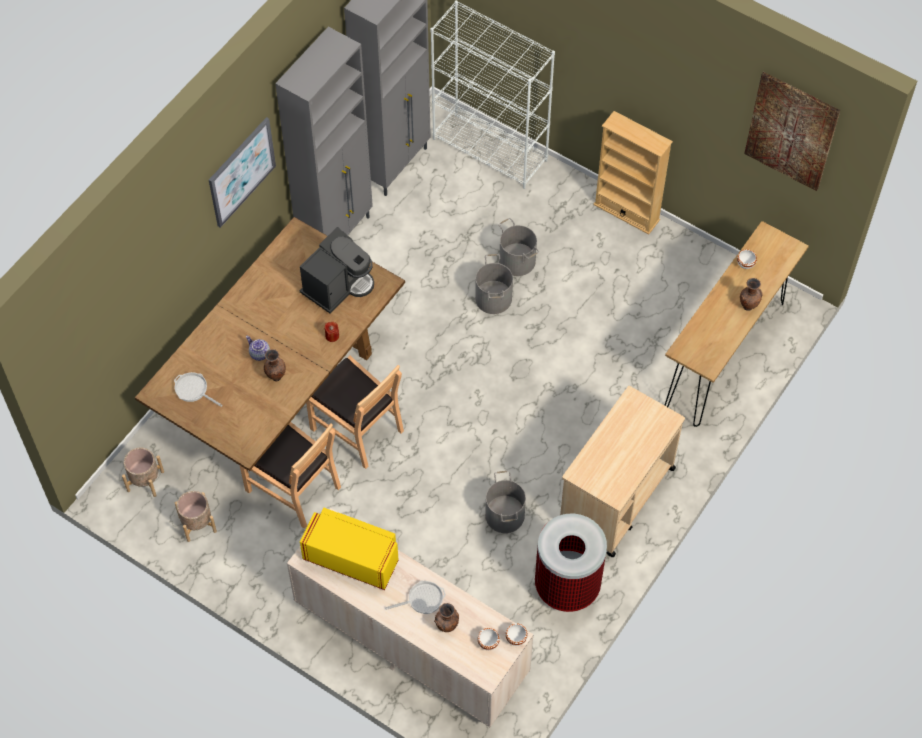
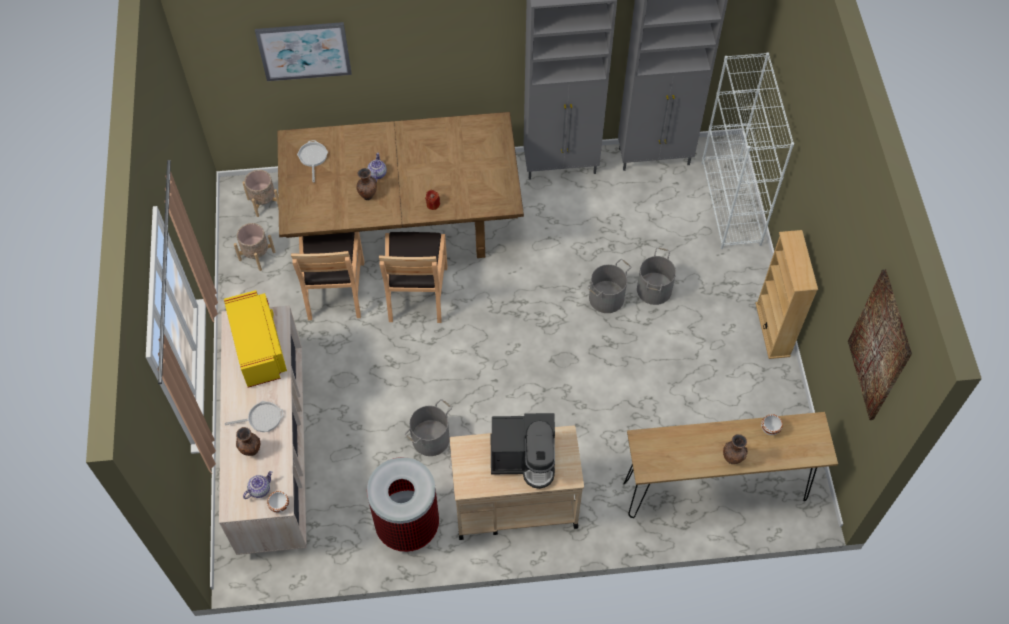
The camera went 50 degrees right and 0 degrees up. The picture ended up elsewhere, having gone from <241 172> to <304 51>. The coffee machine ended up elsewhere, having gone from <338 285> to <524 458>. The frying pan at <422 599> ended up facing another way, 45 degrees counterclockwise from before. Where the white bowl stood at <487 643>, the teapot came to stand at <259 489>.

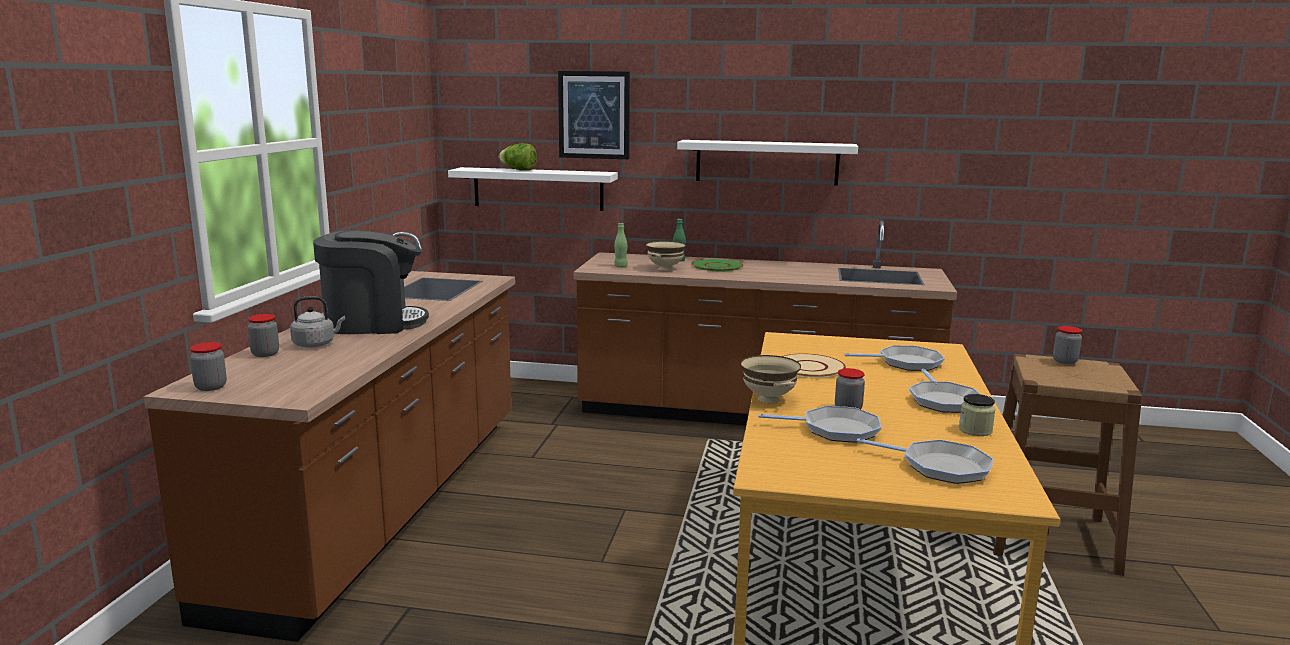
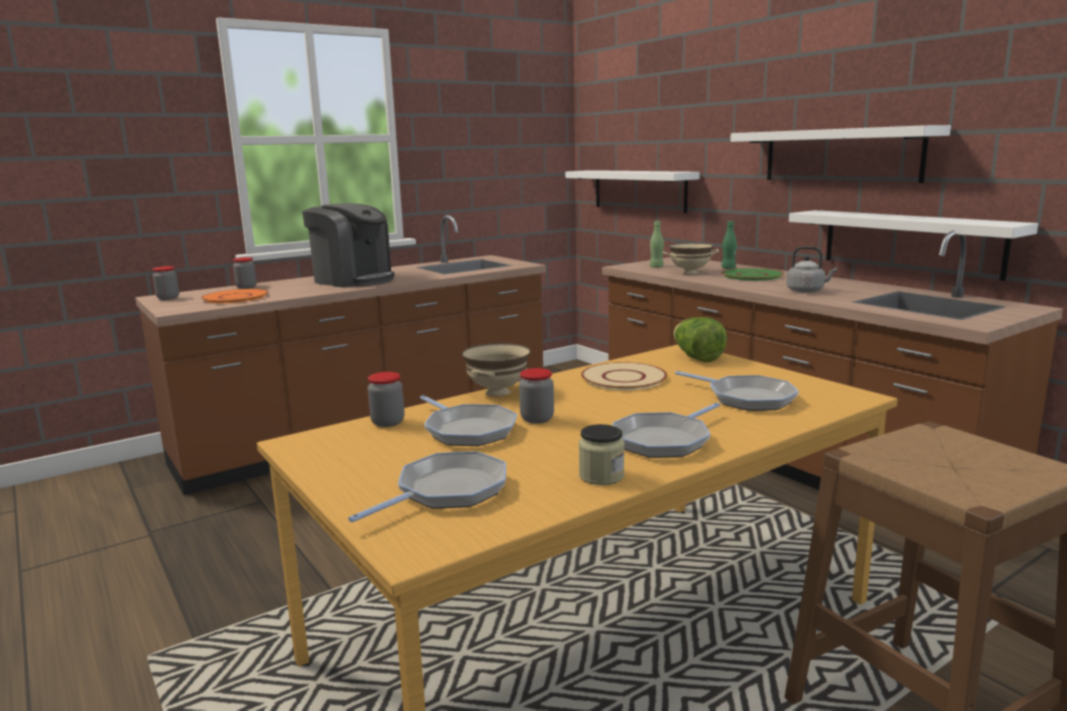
The camera went 45 degrees right and 0 degrees up. The grey kettle ended up elsewhere, having gone from <316 344> to <807 291>. The lettuce ended up elsewhere, having gone from <518 170> to <697 358>. The second view lost the picture at <594 115>. The frying pan at <940 467> ended up facing another way, 120 degrees counterclockwise from before. The jar ended up elsewhere, having gone from <1065 361> to <388 422>. The second view gained the orange plate at <235 297>. The second view gained the white shelf at <910 242>.

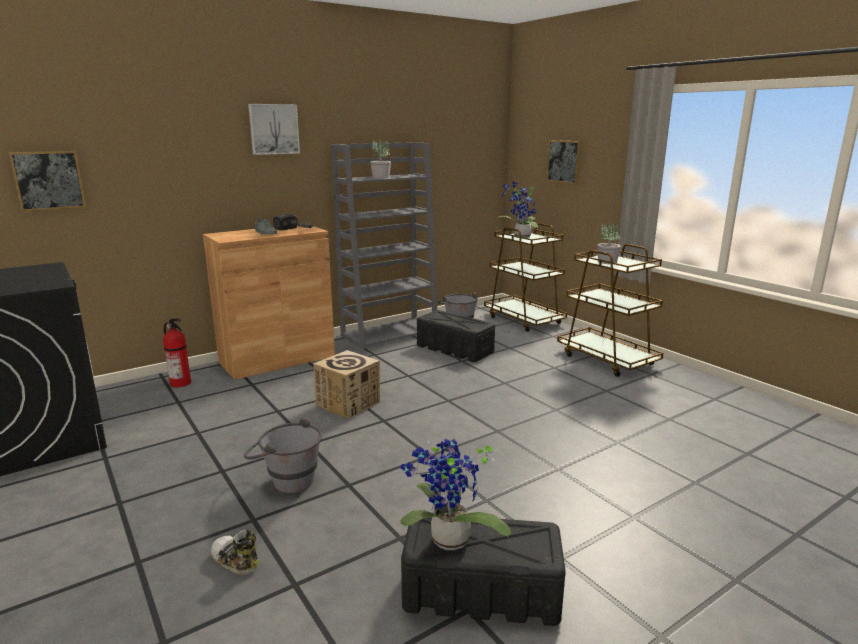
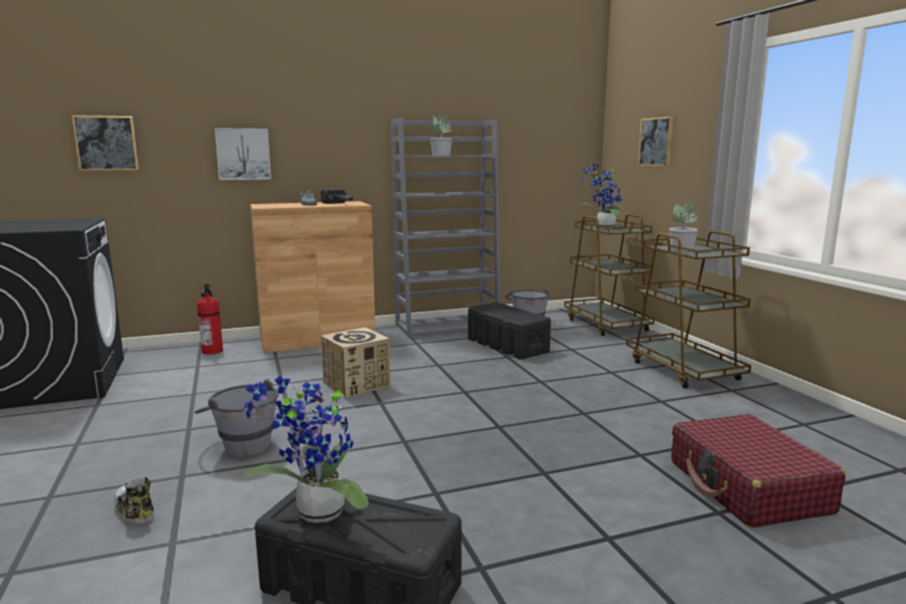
The camera went 15 degrees right and 5 degrees down. The picture ended up elsewhere, having gone from <273 129> to <243 154>. The second view gained the red suitcase at <748 487>.

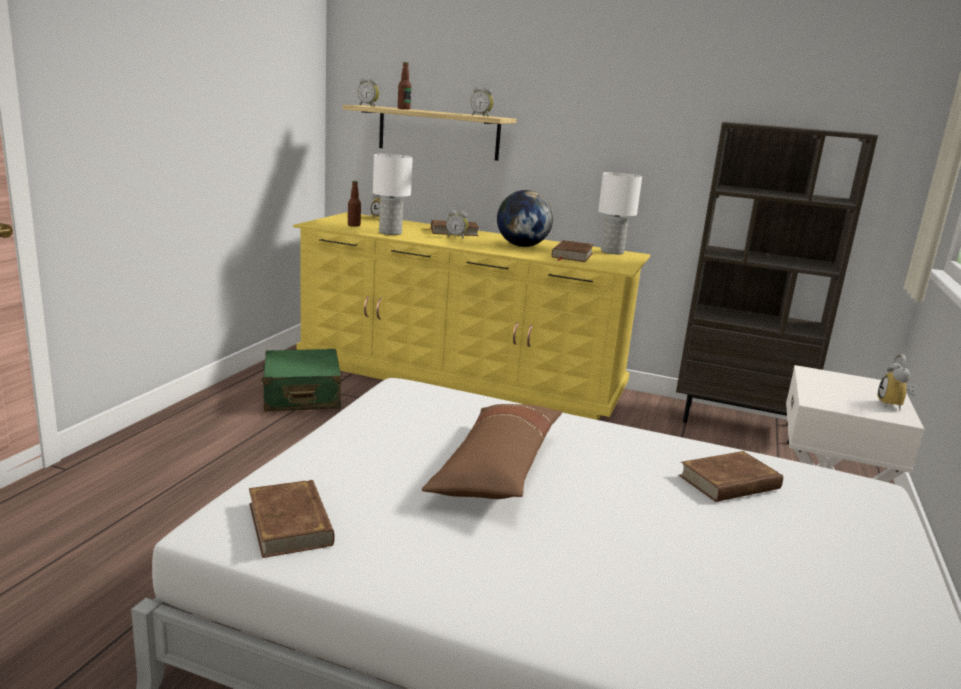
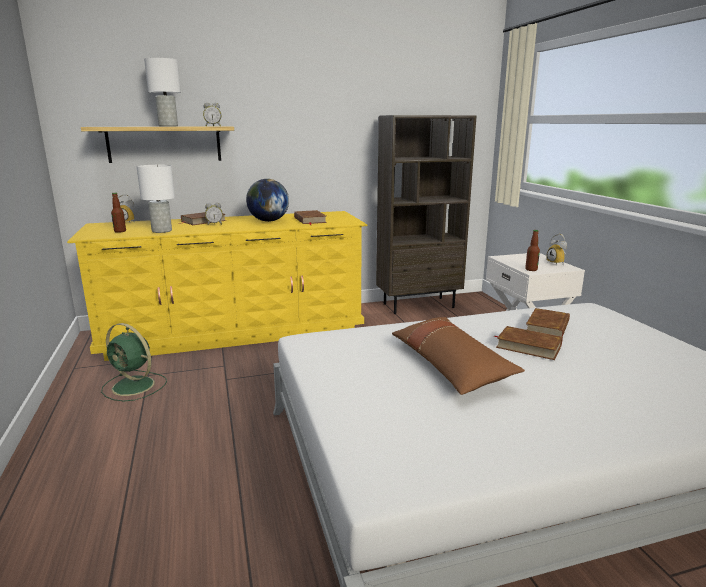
The camera went 35 degrees left and 0 degrees up. The brown book ended up elsewhere, having gone from <290 523> to <528 346>. Where the green suitcase stood at <302 396>, the green fan came to stand at <134 386>. The second view lost the alarm clock at <368 106>. The bottle ended up elsewhere, having gone from <403 109> to <531 269>. The white table lamp ended up elsewhere, having gone from <612 251> to <168 126>.

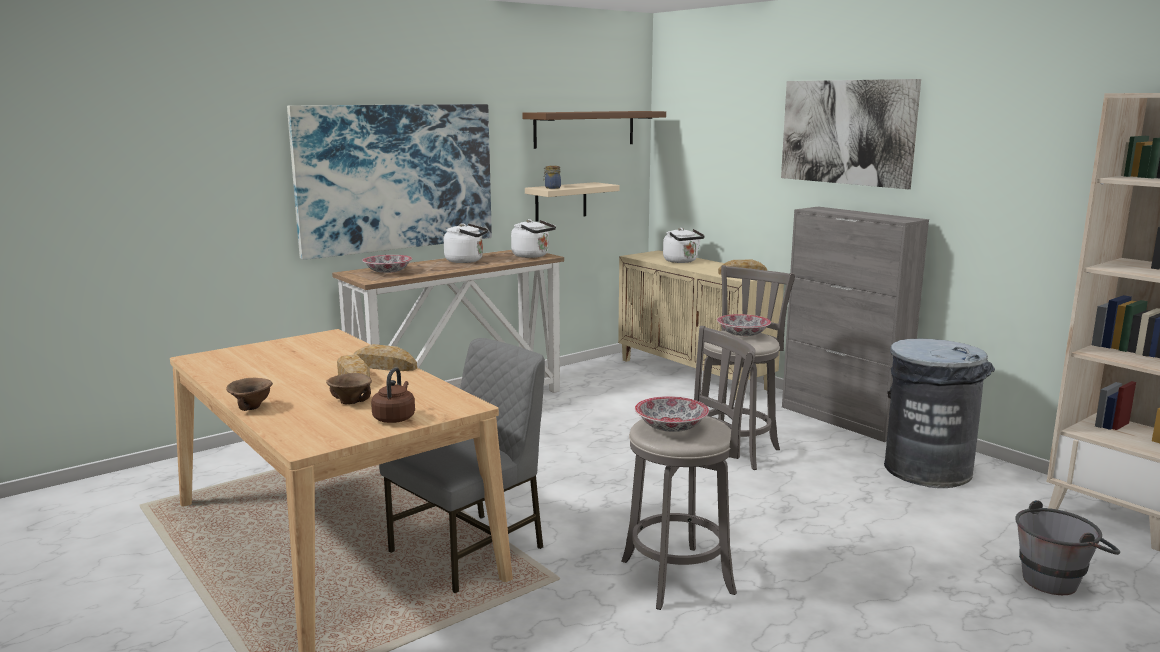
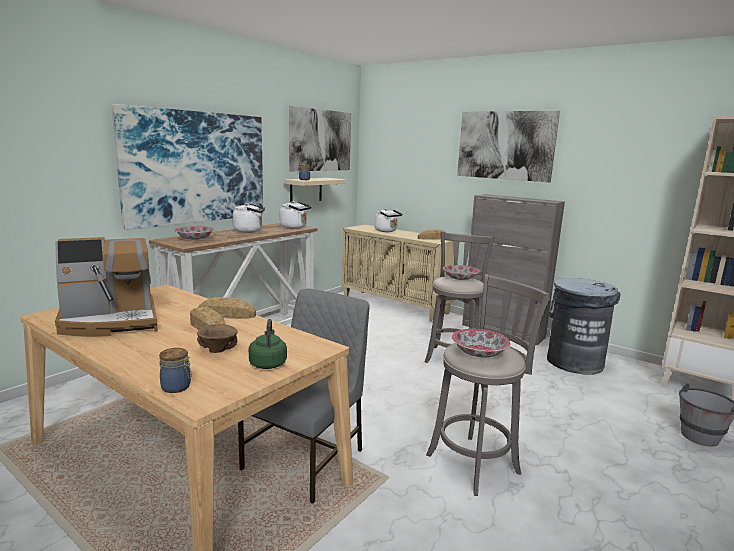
The camera went 15 degrees left and 0 degrees up. The second view lost the brown bowl at <252 407>. What was the brown kettle at <395 418> turned into the green kettle at <268 363>. Where the brown shelf hung at <585 129>, the picture came to hang at <321 140>. The second view gained the coffee machine at <111 322>. The second view gained the jar at <177 387>.

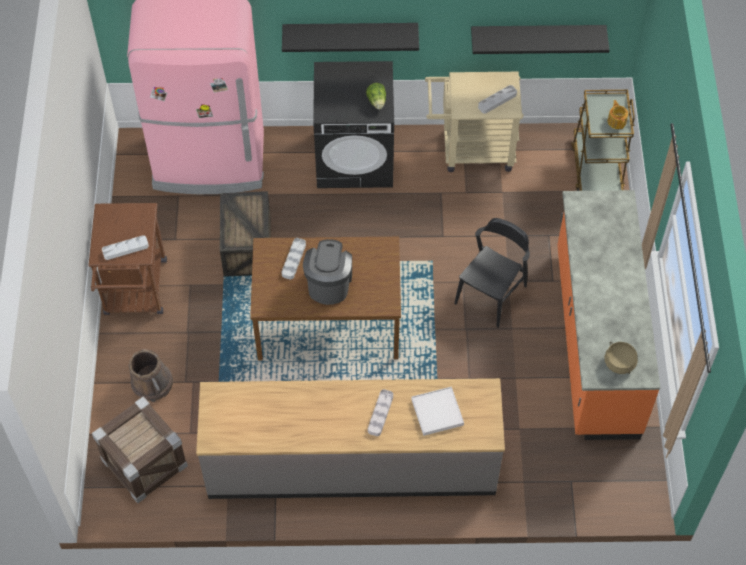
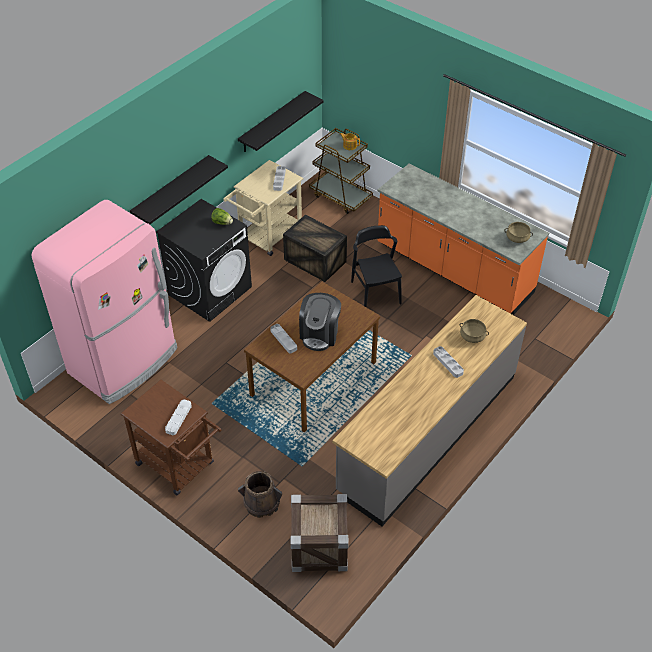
The camera went 50 degrees left and 10 degrees down. The crate ended up elsewhere, having gone from <247 248> to <316 261>. The coffee machine at <329 283> ended up facing another way, 120 degrees counterclockwise from before. Where the white tray stood at <437 412>, the beige cooking pot came to stand at <472 336>.

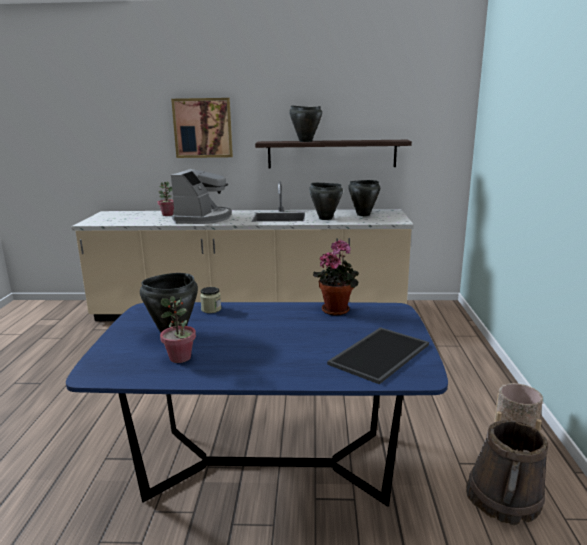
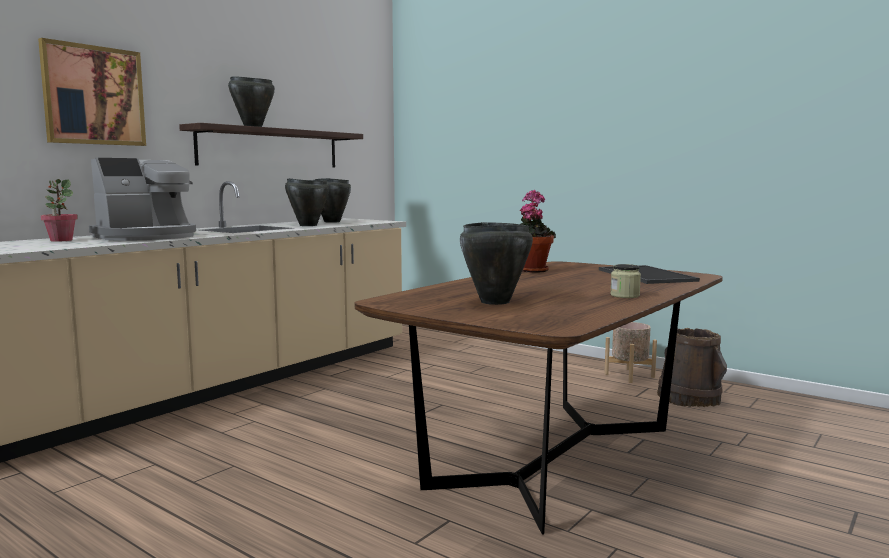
The camera went 55 degrees left and 10 degrees down. What was the blue dining table at <268 465> turned into the brown dining table at <554 457>. The second view lost the potted plant at <180 358>. The coffee machine at <203 218> ended up facing another way, 90 degrees clockwise from before. The jar ended up elsewhere, having gone from <211 309> to <625 295>.

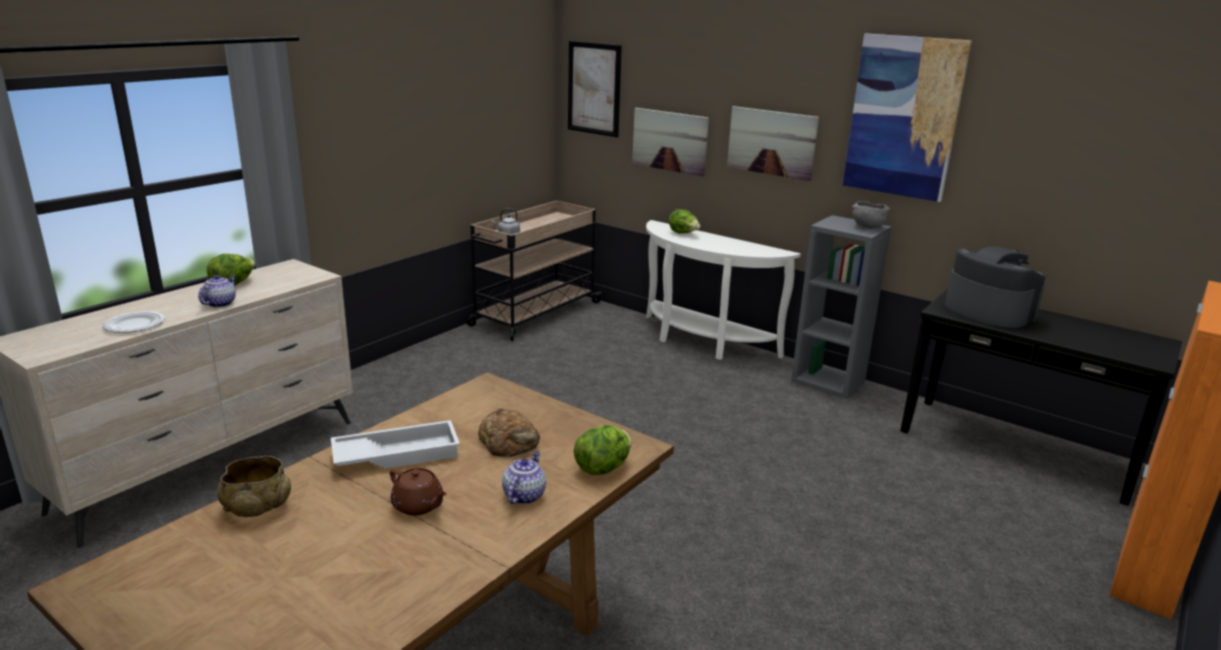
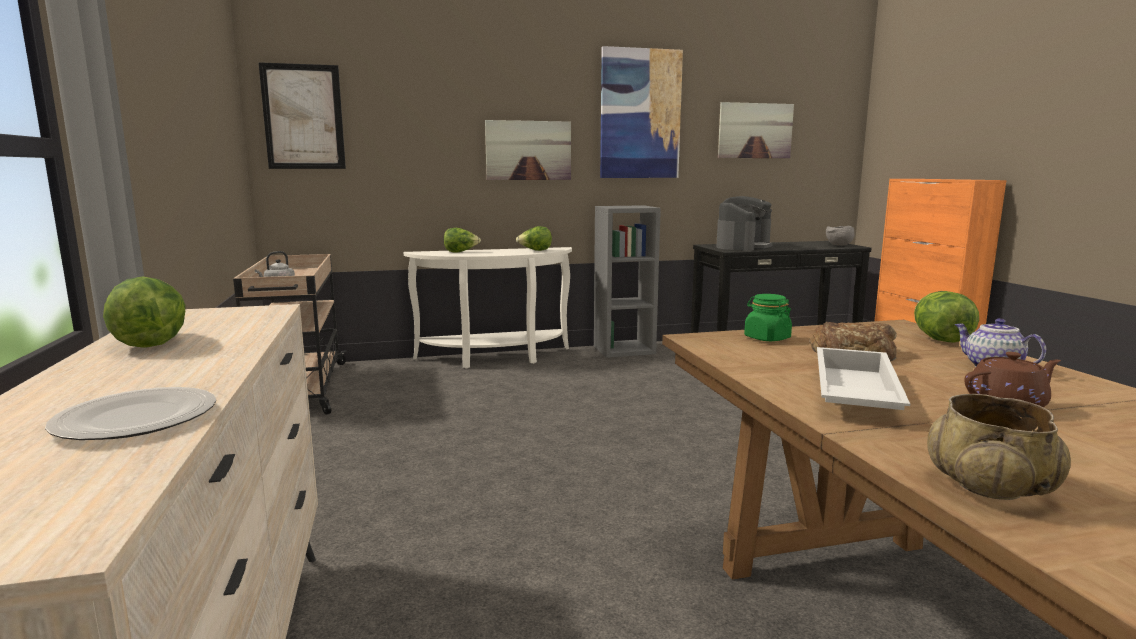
The camera went 50 degrees left and 10 degrees down. The second view lost the teapot at <220 303>. The picture ended up elsewhere, having gone from <669 141> to <755 130>. The grey bowl ended up elsewhere, having gone from <867 227> to <838 245>. The coffee machine at <988 311> ended up facing another way, 120 degrees clockwise from before. The second view gained the lettuce at <535 250>. The second view gained the green jar at <766 338>.

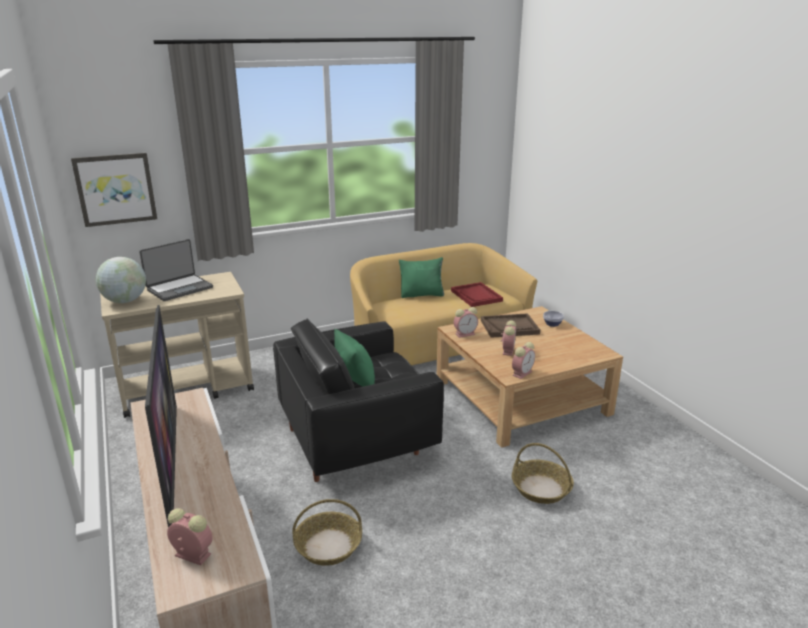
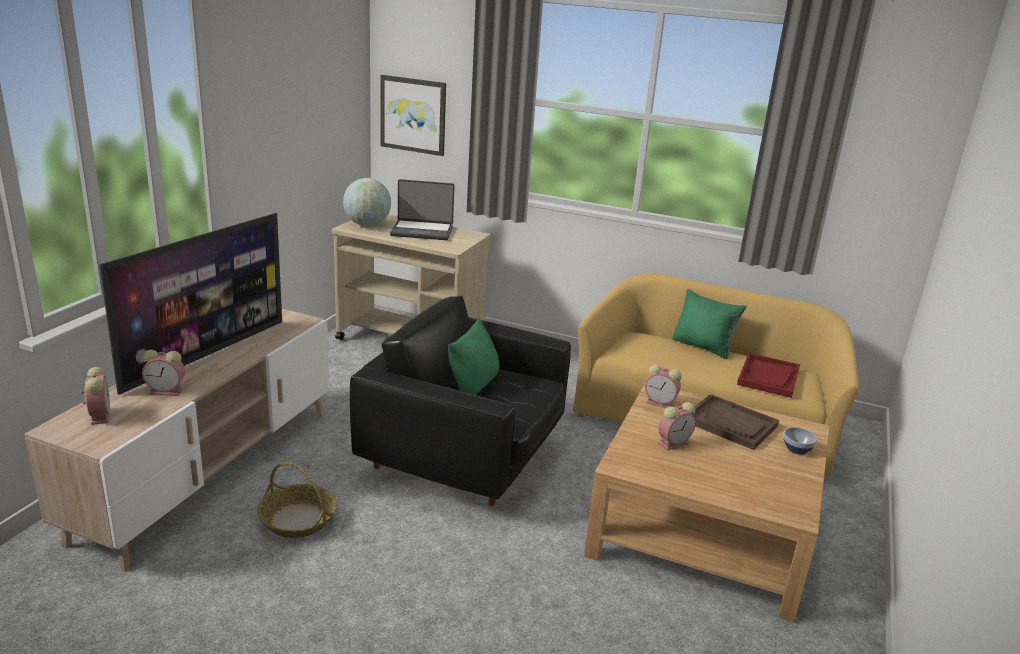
The camera went 45 degrees right and 0 degrees up. The alarm clock ended up elsewhere, having gone from <522 373> to <167 391>. The second view lost the basket at <541 488>.

